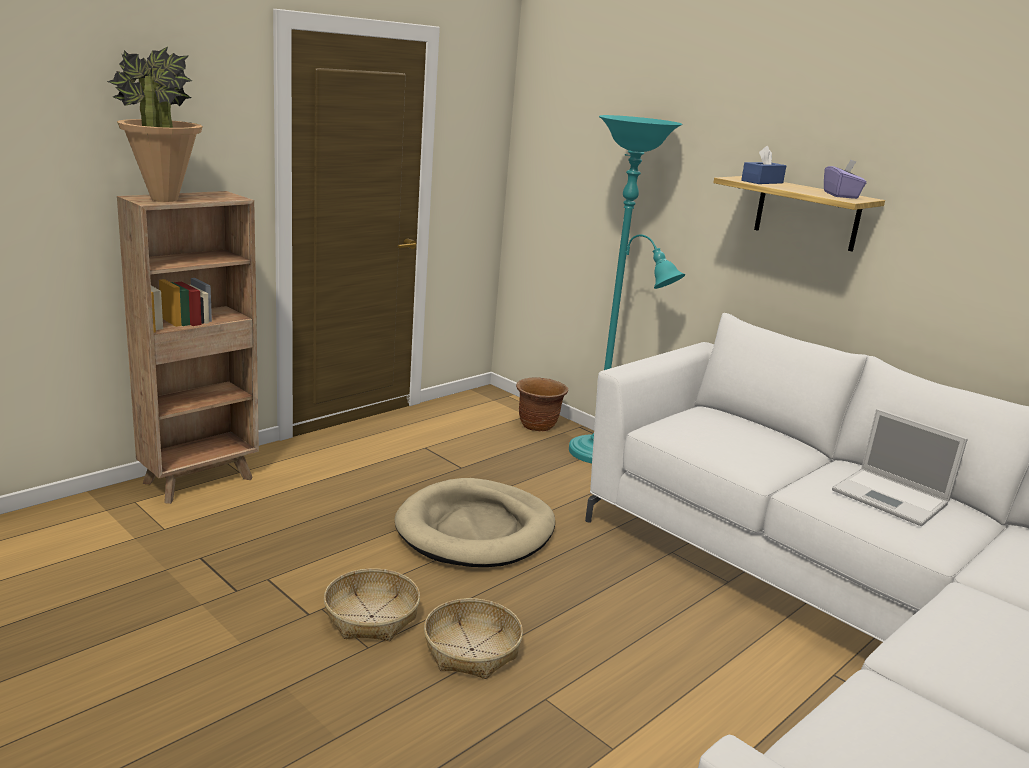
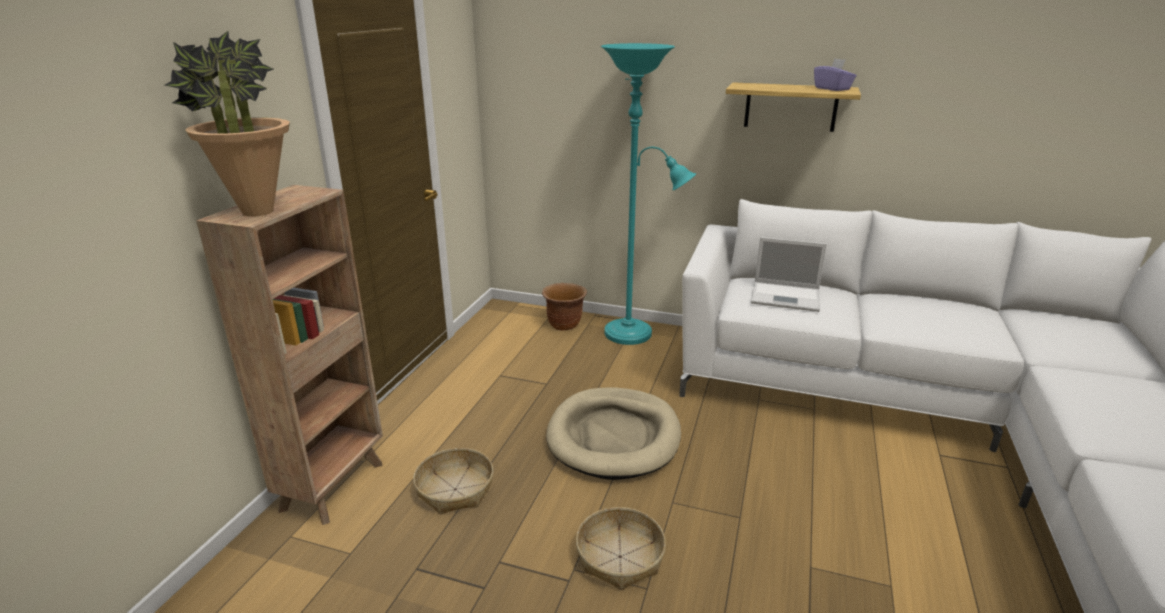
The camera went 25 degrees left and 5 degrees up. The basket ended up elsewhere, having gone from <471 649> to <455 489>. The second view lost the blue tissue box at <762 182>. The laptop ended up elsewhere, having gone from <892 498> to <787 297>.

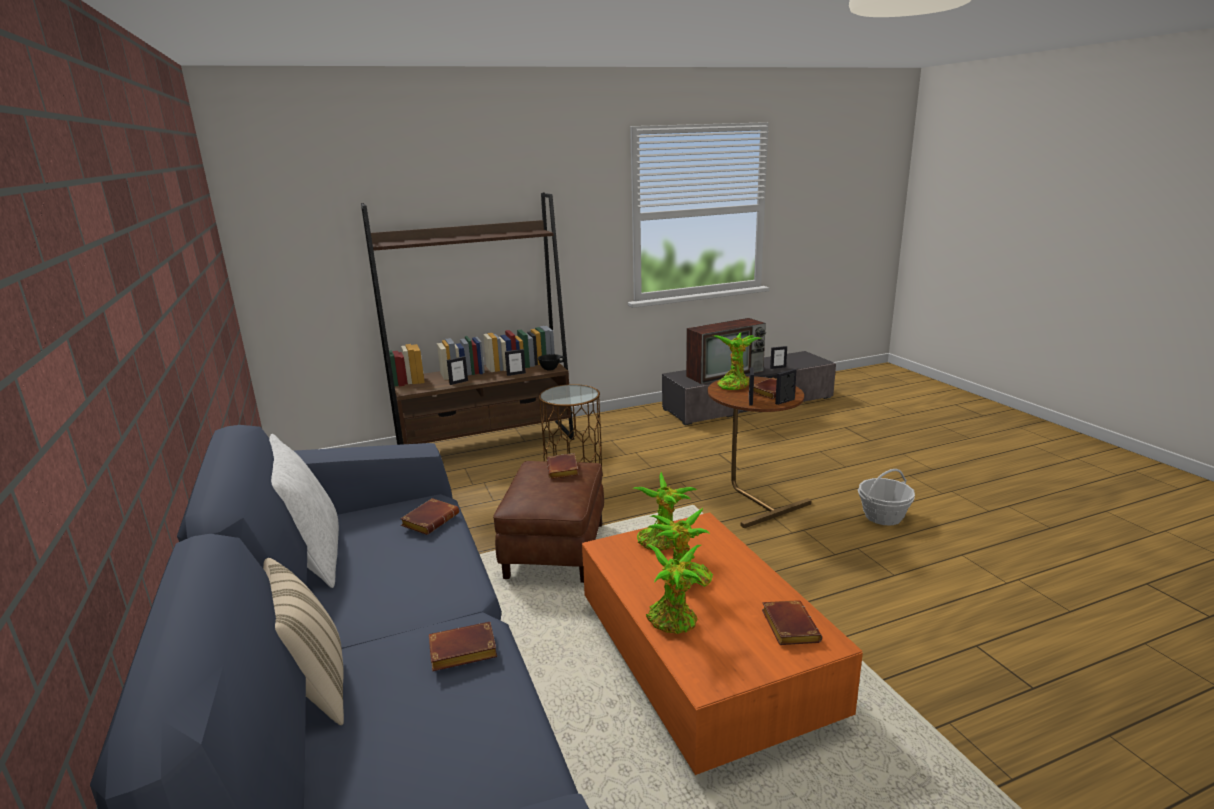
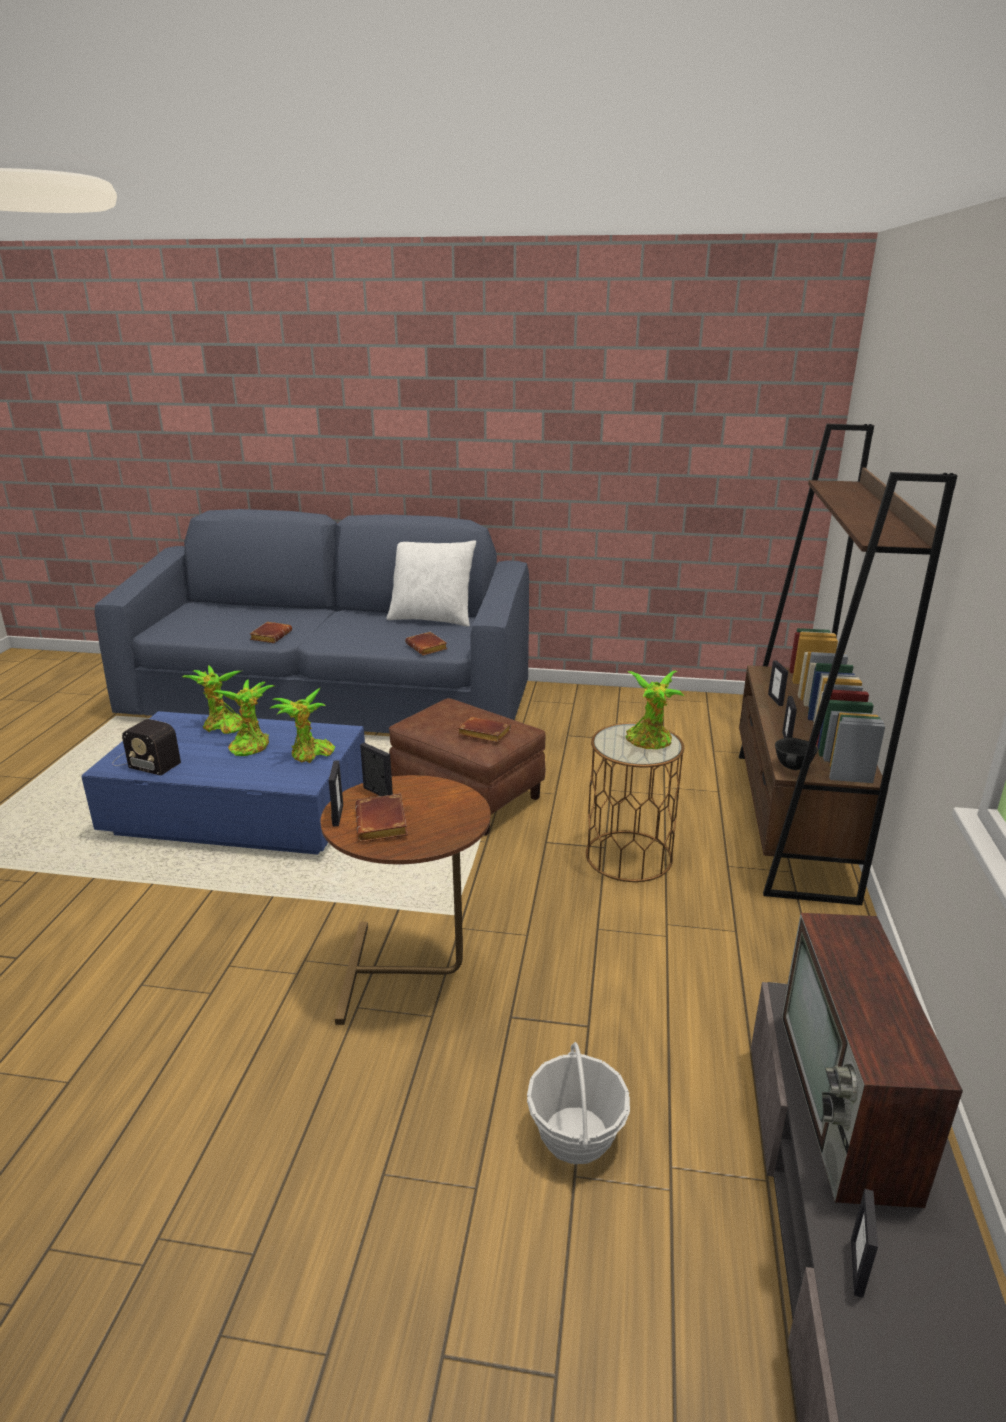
The camera went 120 degrees right and 5 degrees up. The second view lost the beige pillow at <312 689>. What was the orange coffee table at <702 658> turned into the blue coffee table at <240 812>. The potted plant ended up elsewhere, having gone from <734 384> to <650 742>. Where the brown book stood at <787 626>, the radio came to stand at <145 761>. The basket ended up elsewhere, having gone from <883 516> to <576 1134>.

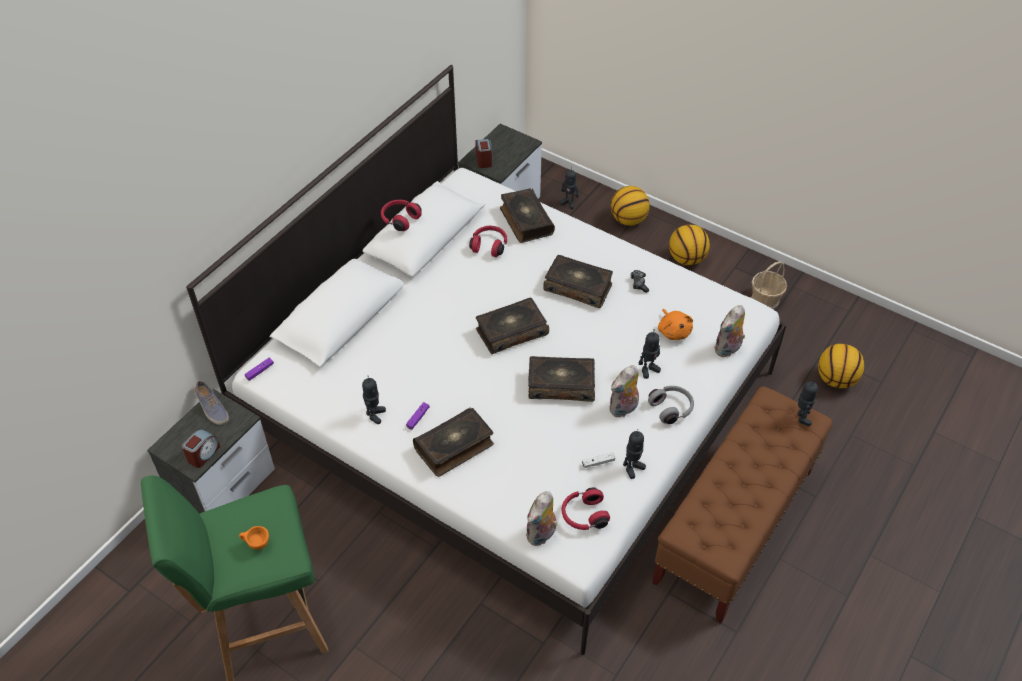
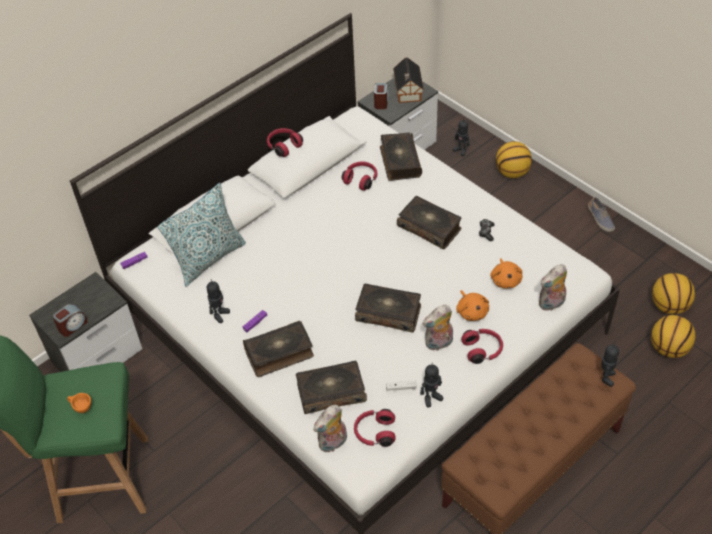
The camera went 15 degrees right and 0 degrees up. The shoe ended up elsewhere, having gone from <212 408> to <600 219>. The book ended up elsewhere, having gone from <511 331> to <331 392>. Where the toy robot stood at <648 369>, the orange plush toy came to stand at <472 311>. What was the grey headphones at <671 408> turned into the red headphones at <483 350>. The basketball ended up elsewhere, having gone from <687 258> to <669 306>. The second view lost the basket at <765 299>. The second view gained the pillow at <209 258>. The second view gained the toy house at <407 92>.

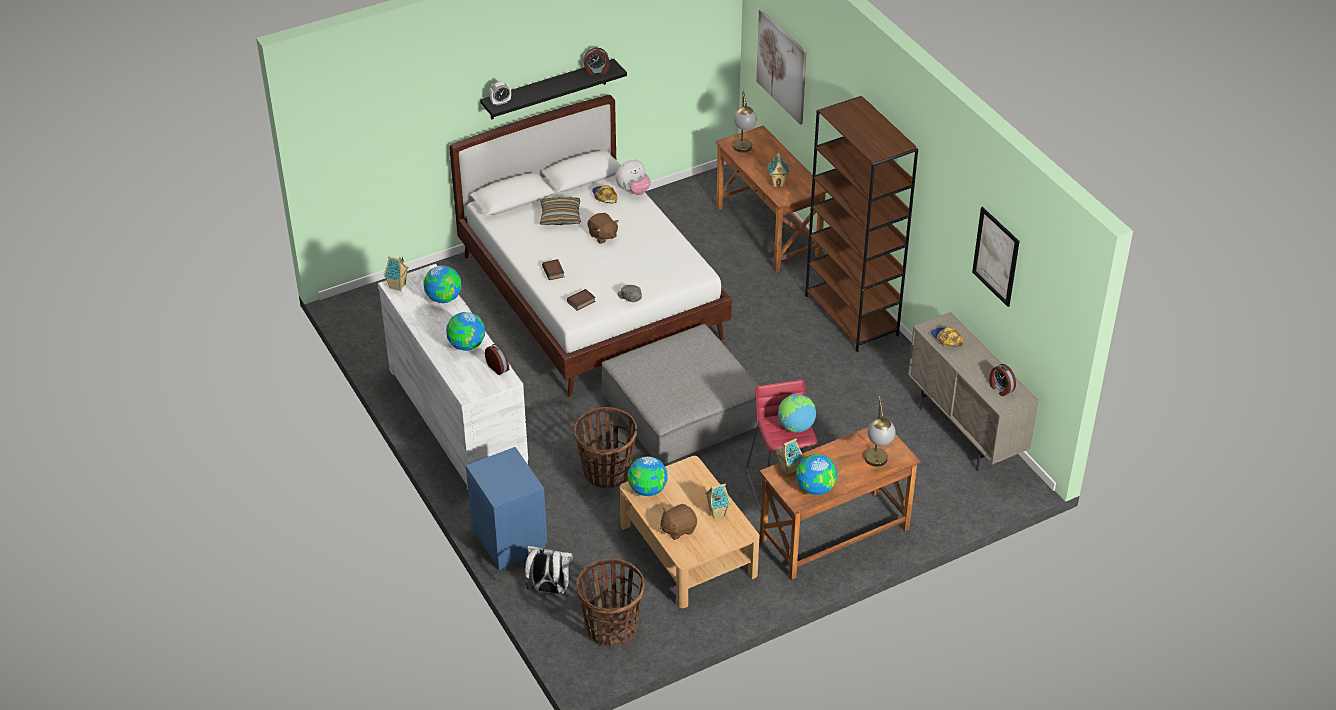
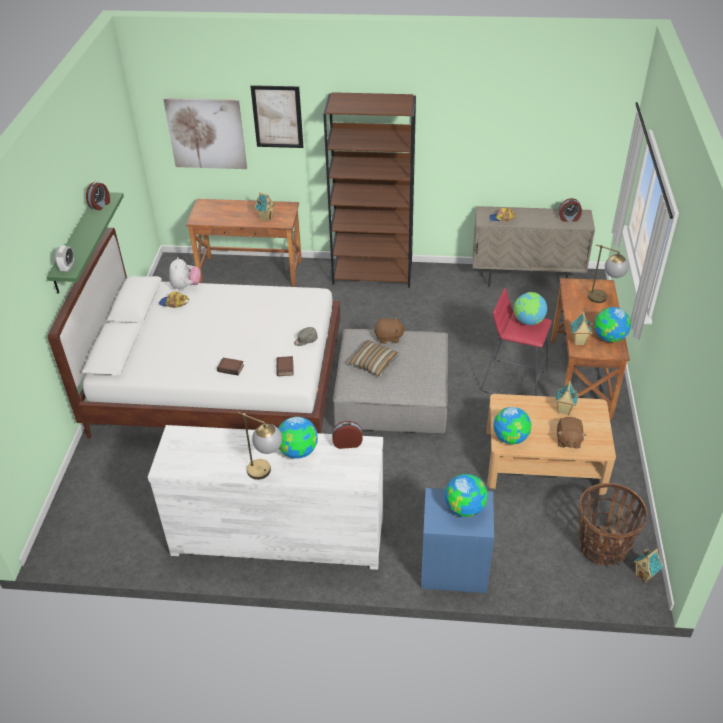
The camera went 55 degrees left and 0 degrees up. The toy house ended up elsewhere, having gone from <398 286> to <644 575>. The globe ended up elsewhere, having gone from <444 298> to <464 507>. What was the black shelf at <548 89> turned into the green shelf at <76 243>. The second view lost the white backpack at <549 589>. The pillow ended up elsewhere, having gone from <560 216> to <373 363>. The second view lost the basket at <606 472>. The brown plush toy ended up elsewhere, having gone from <602 236> to <389 338>. The table lamp ended up elsewhere, having gone from <743 151> to <266 473>. The picture ended up elsewhere, having gone from <996 256> to <277 117>.

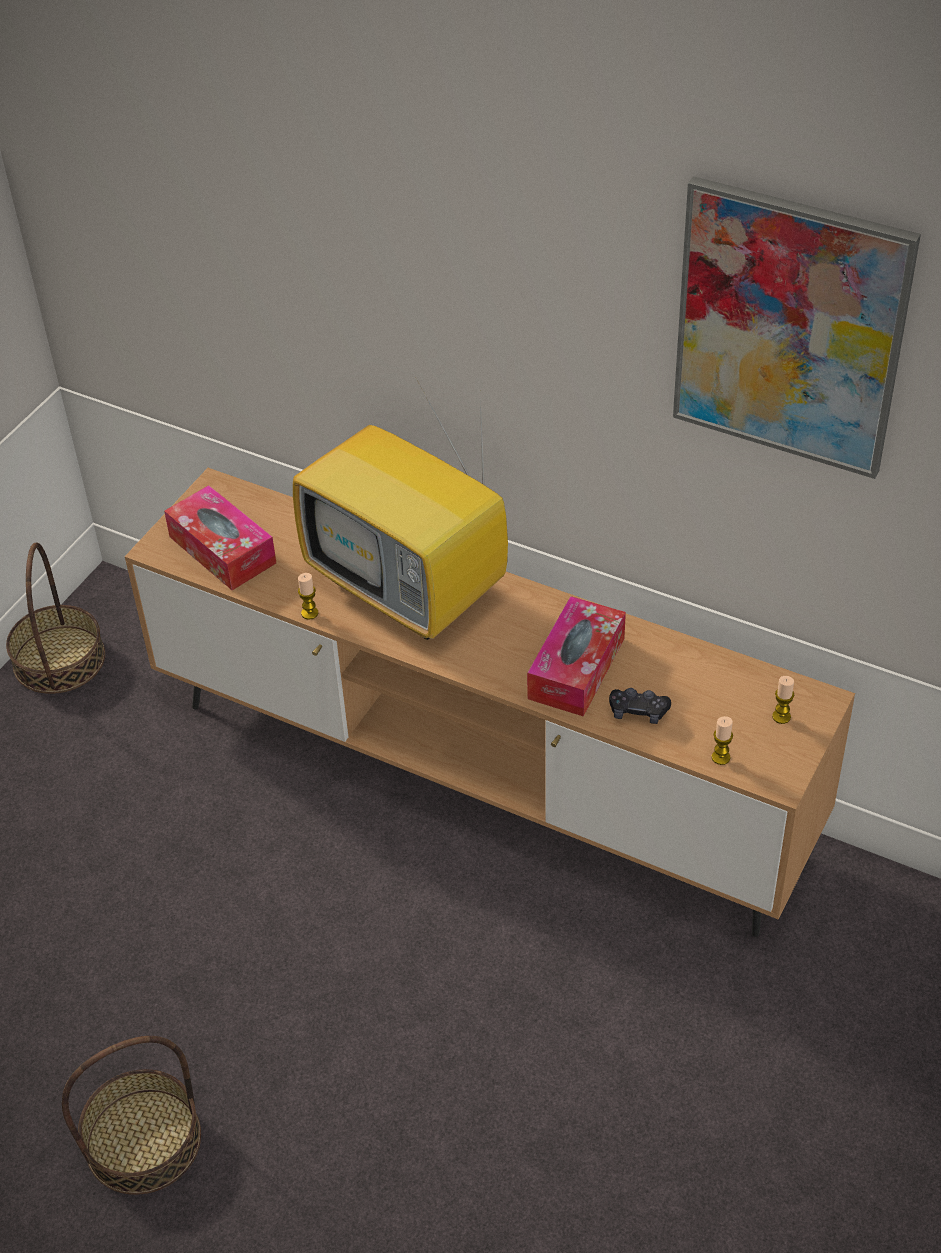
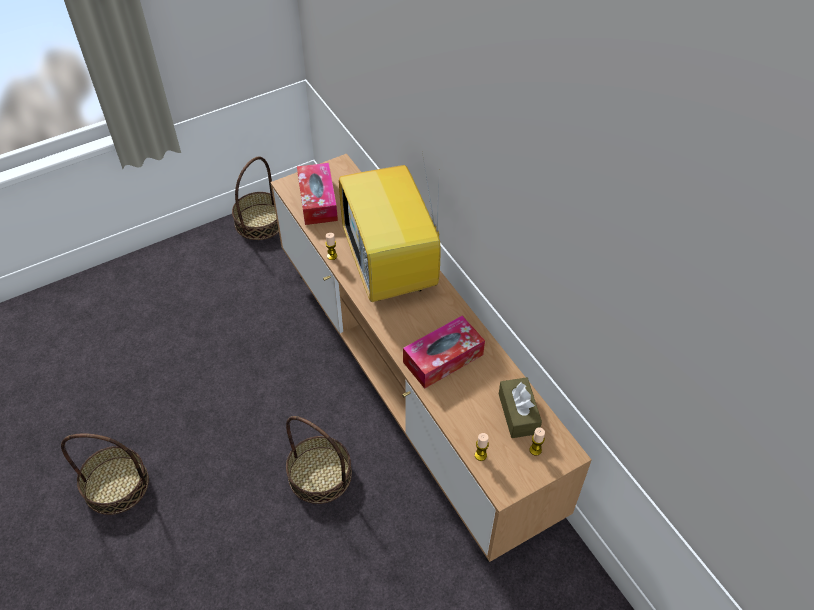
The camera went 30 degrees right and 5 degrees up. The second view lost the black game controller at <638 711>. The second view lost the picture at <789 329>. The second view gained the basket at <320 474>. The second view gained the brown tissue box at <518 413>.

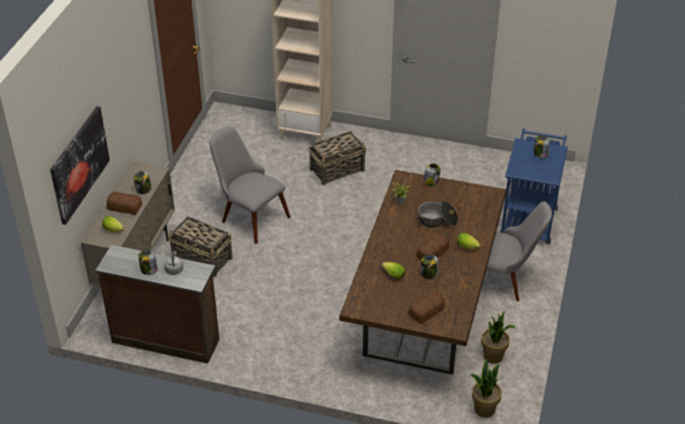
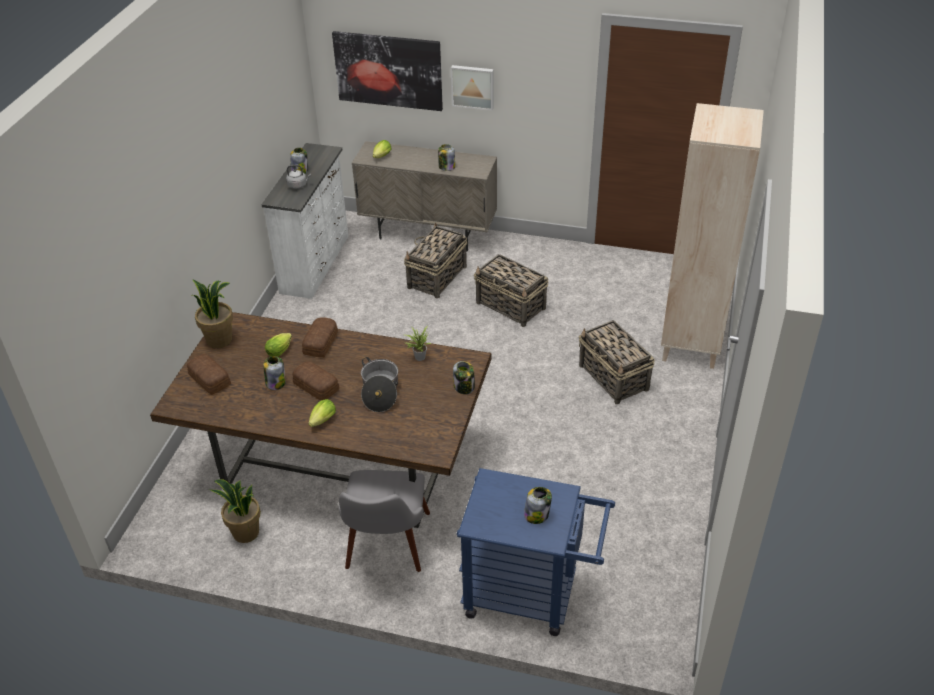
The camera went 90 degrees right and 0 degrees up. What was the brown dresser at <165 339> turned into the white dresser at <316 264>. The bread ended up elsewhere, having gone from <124 207> to <321 343>. Where the grey chair stood at <249 216>, the basket came to stand at <511 306>. The potted plant ended up elsewhere, having gone from <484 409> to <220 339>. The second view gained the picture at <473 86>.

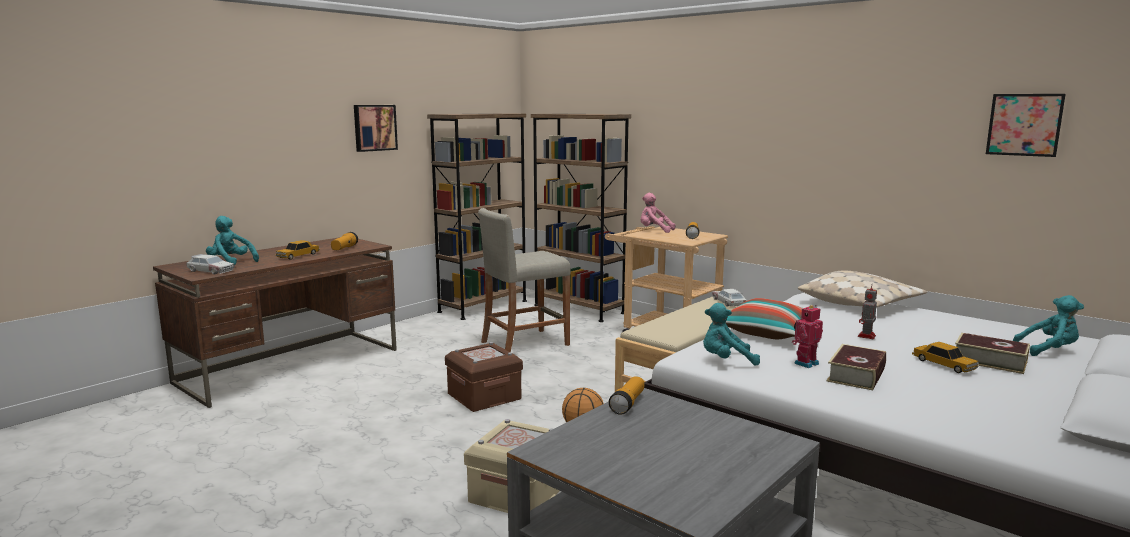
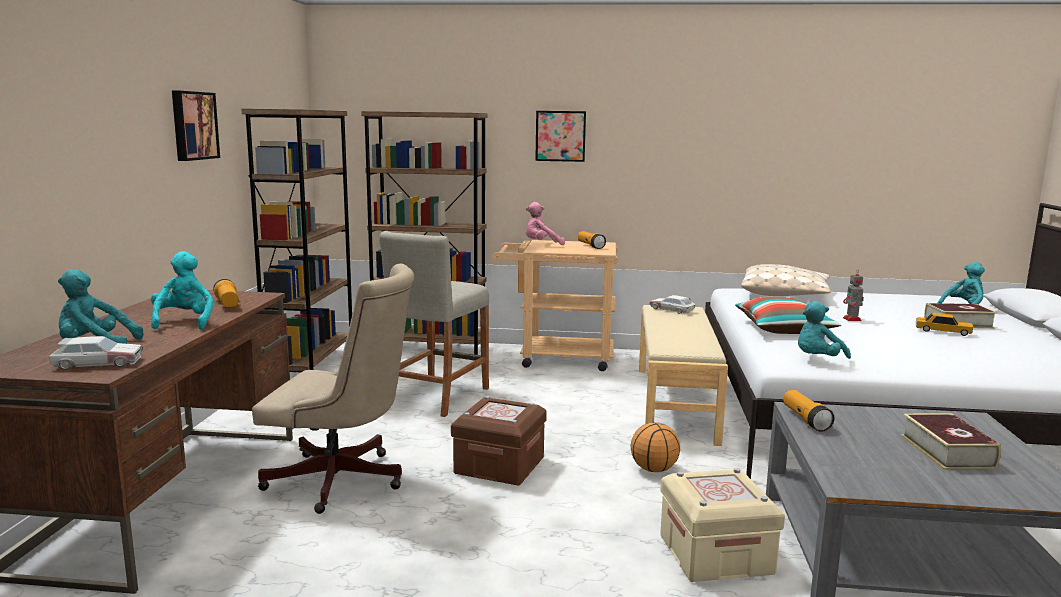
The camera went 35 degrees left and 0 degrees up. Where the toy car stood at <298 256>, the turquoise plush toy came to stand at <184 322>. The second view lost the toy robot at <805 363>. The book ended up elsewhere, having gone from <856 375> to <947 451>. The picture ended up elsewhere, having gone from <1024 124> to <560 136>. The second view gained the beige office chair at <343 482>.

